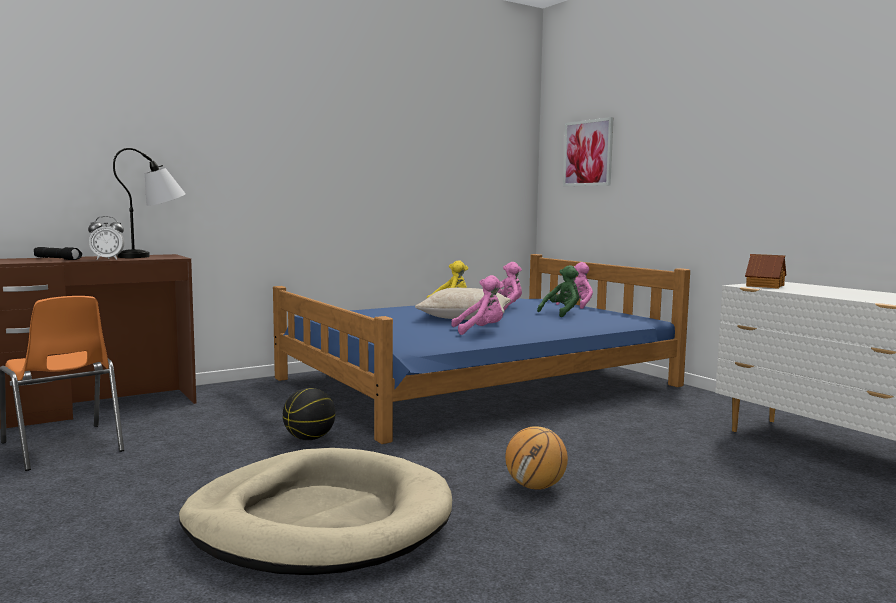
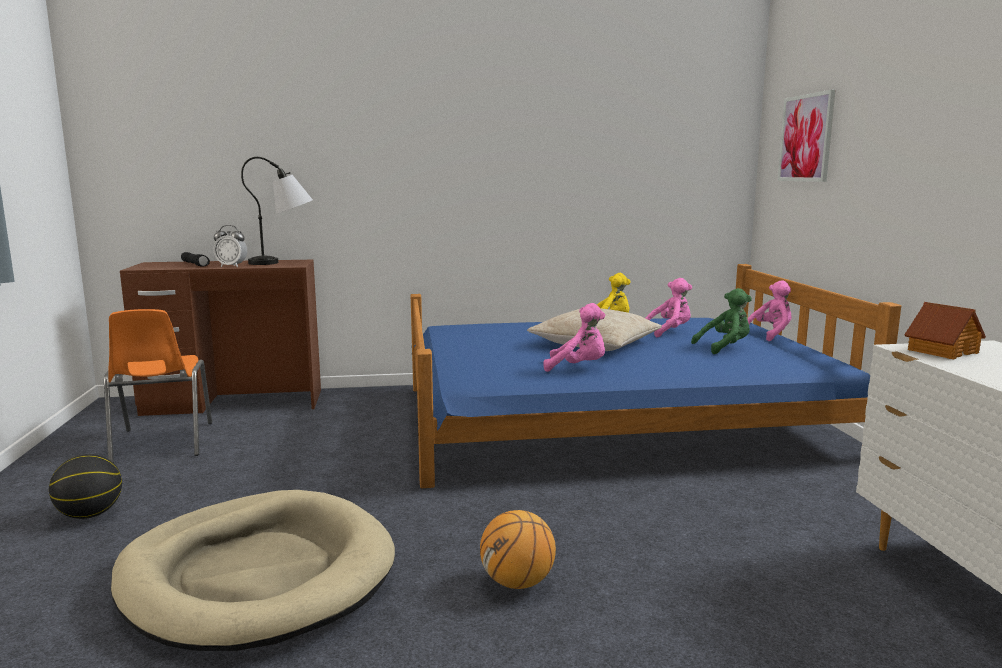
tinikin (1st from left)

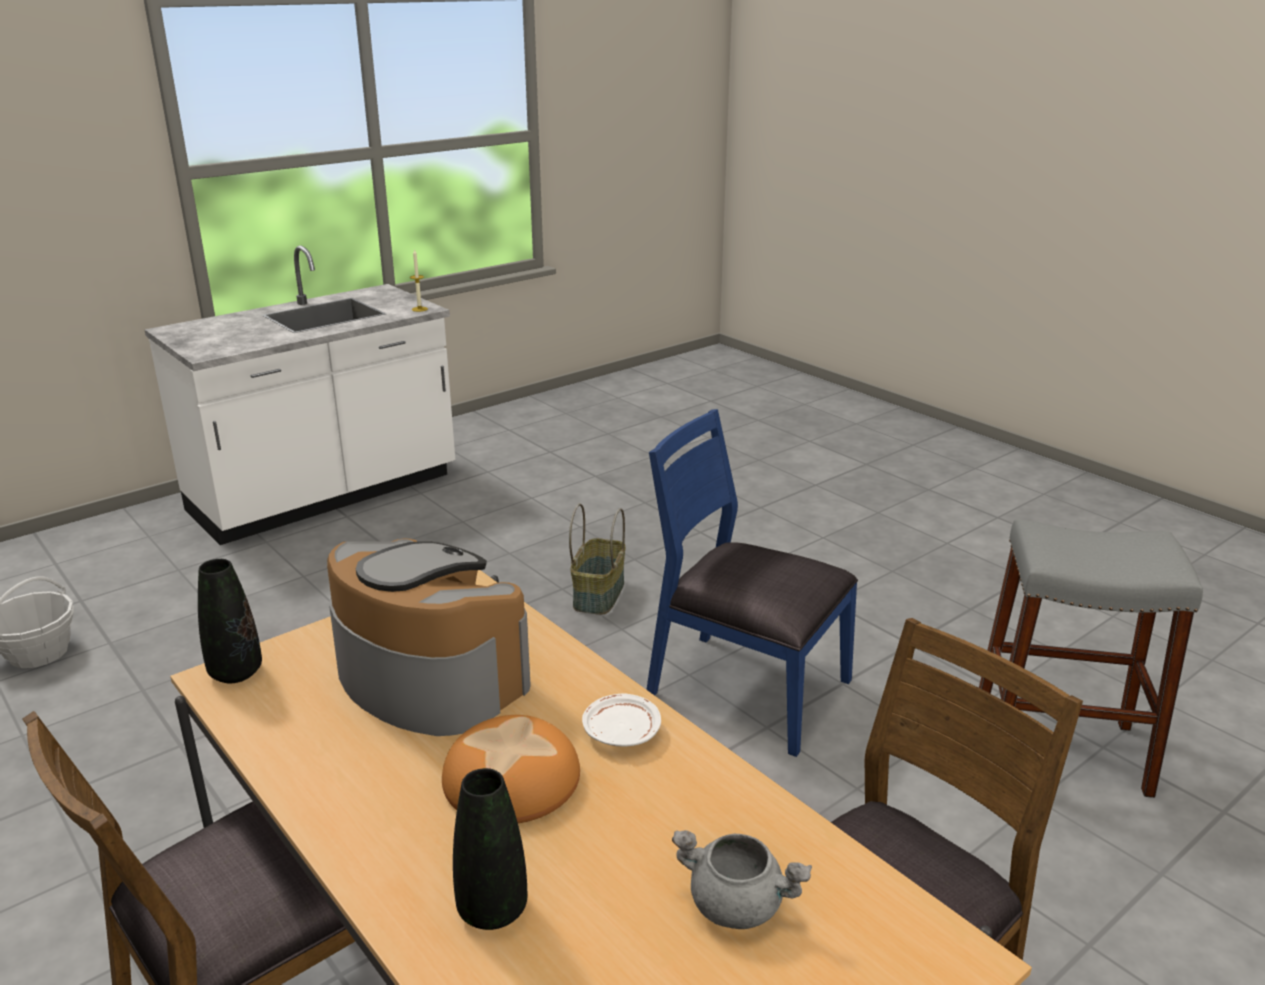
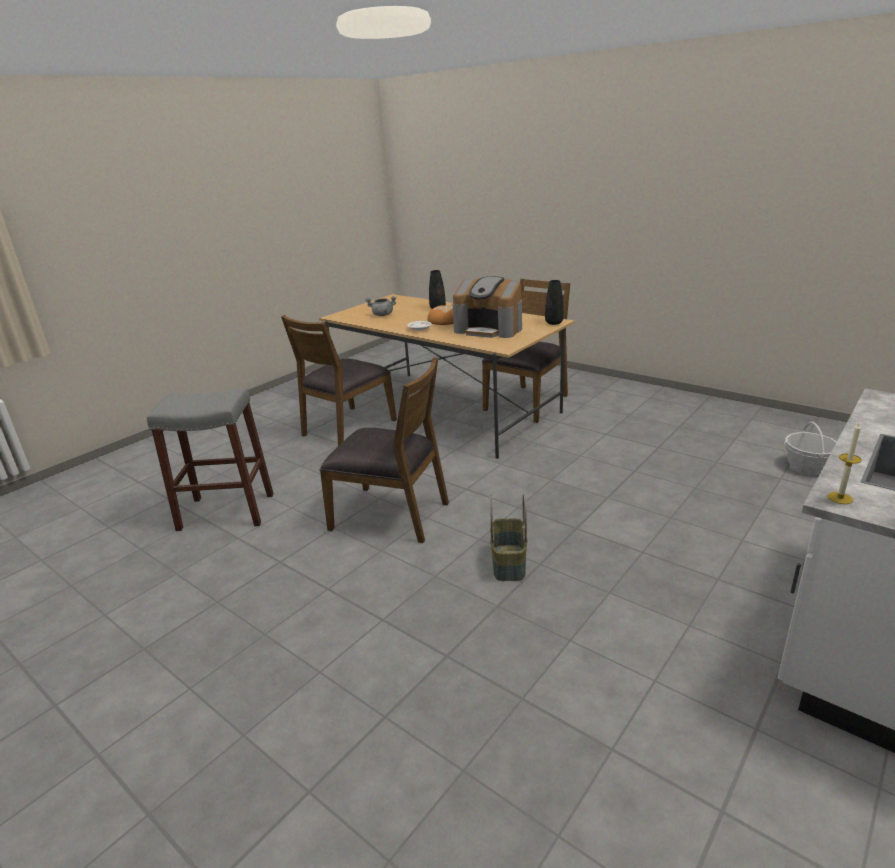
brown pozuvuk (2nd from left)

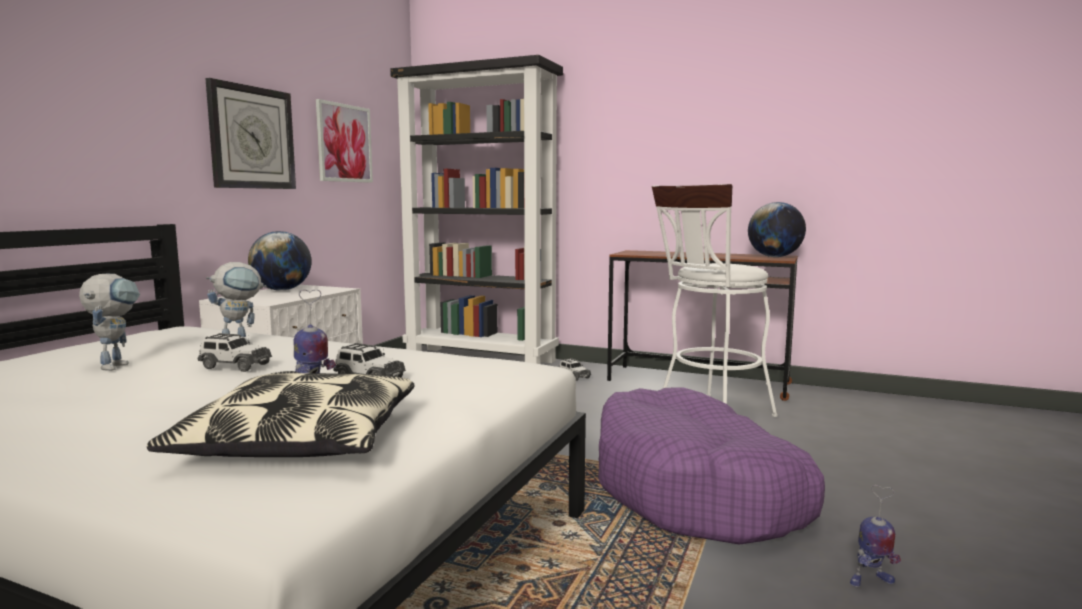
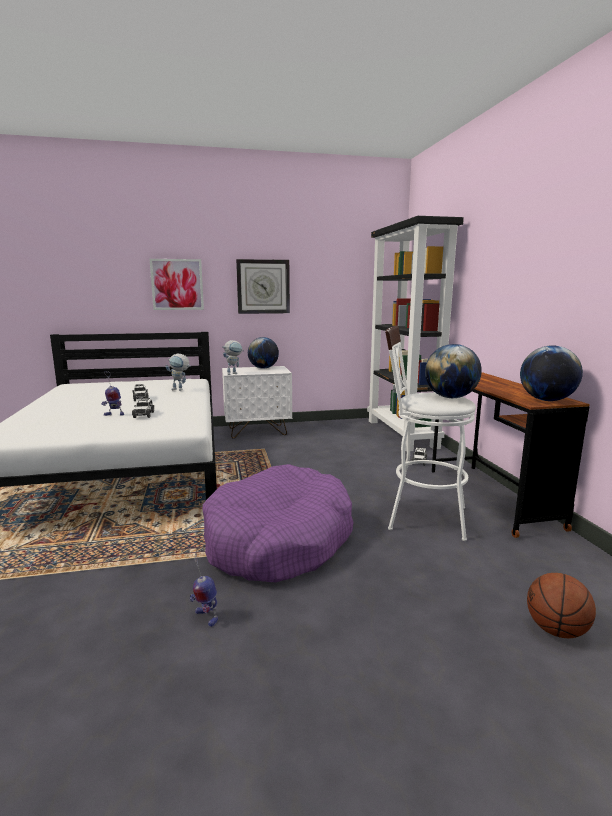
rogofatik
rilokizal (4th from left)
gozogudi
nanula (2nd from left)
tinikin

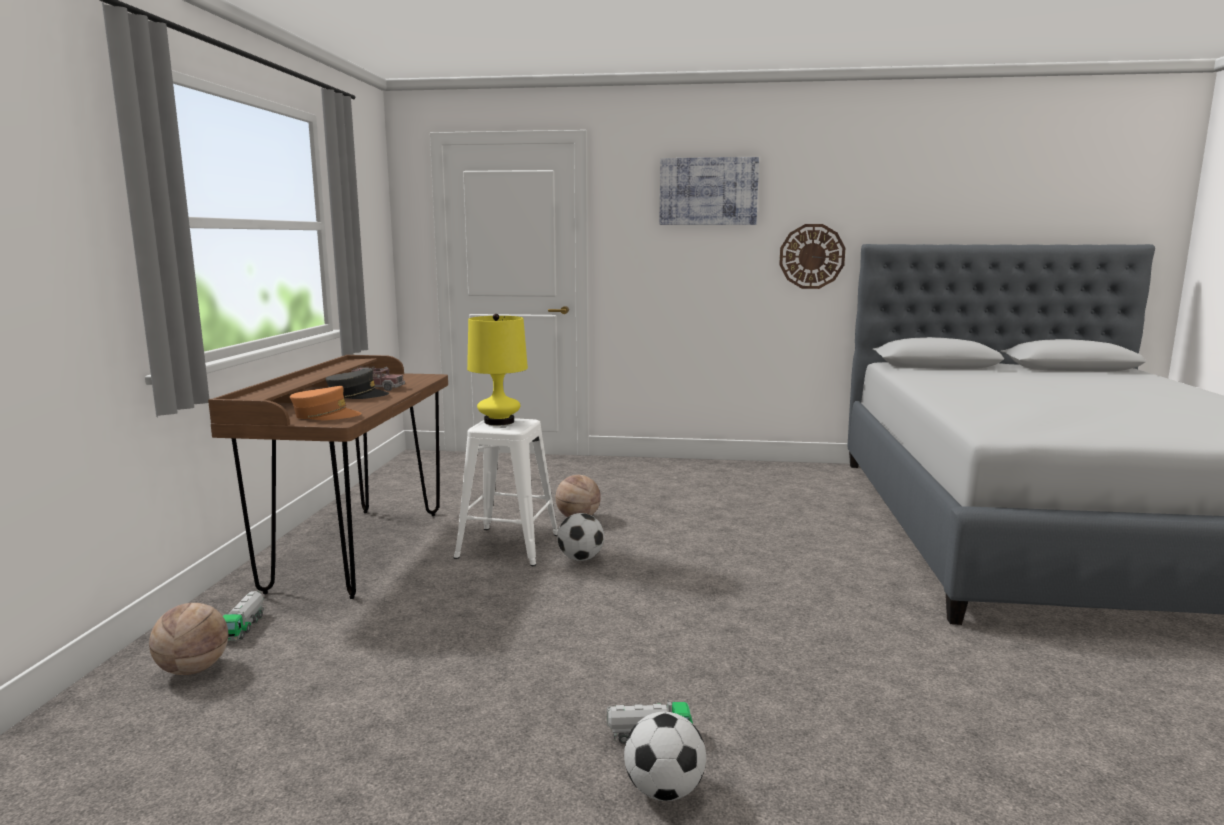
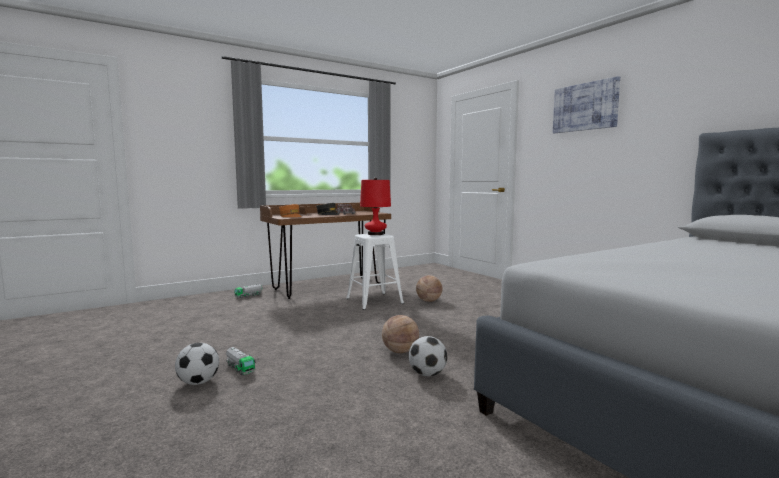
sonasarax
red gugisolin
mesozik (2nd from left)
tinikin (1st from left)

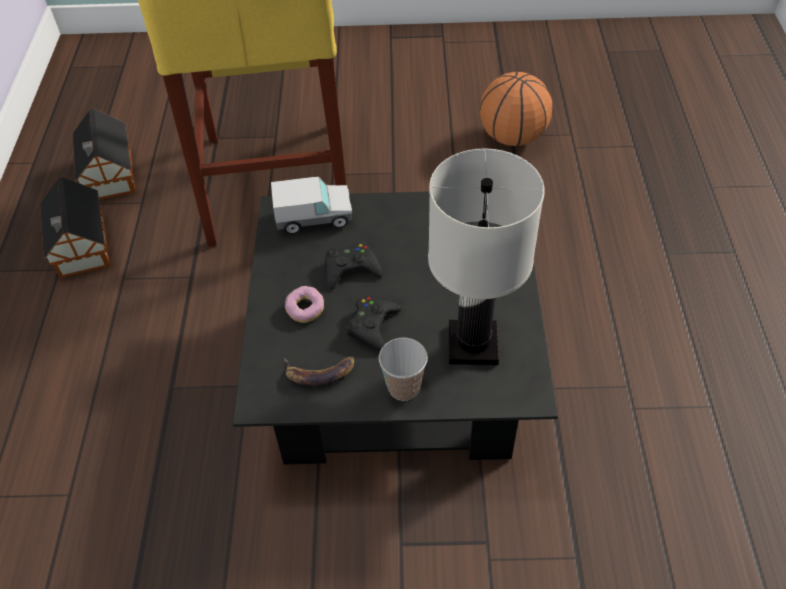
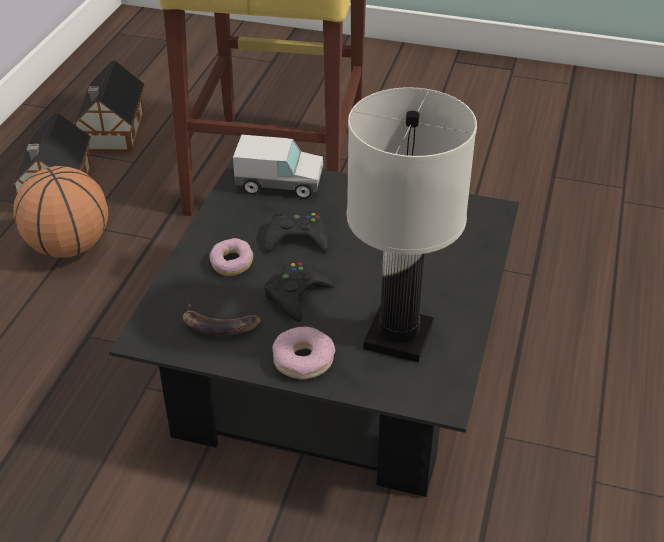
tinikin
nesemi (2nd from left)

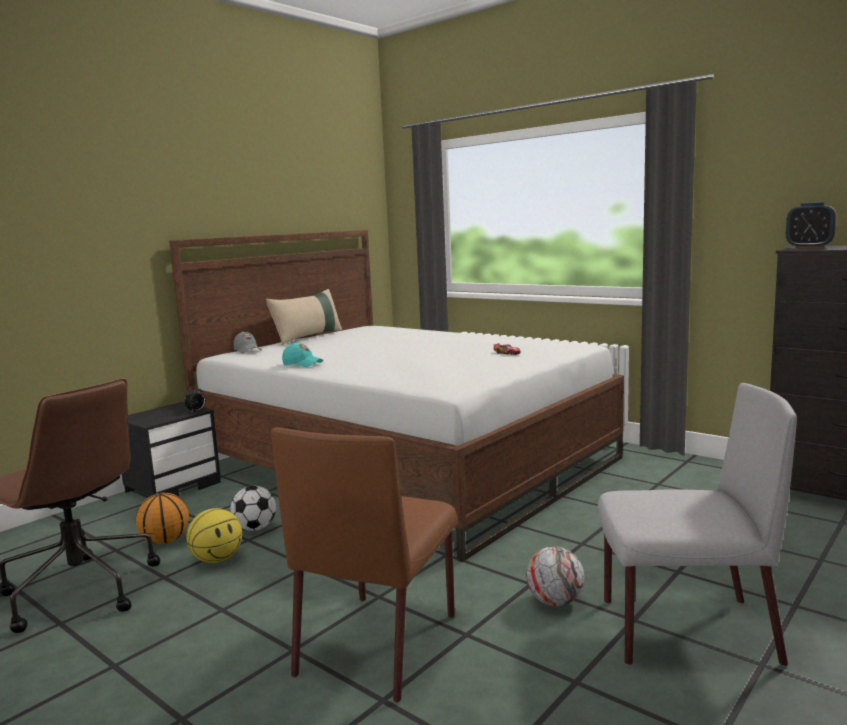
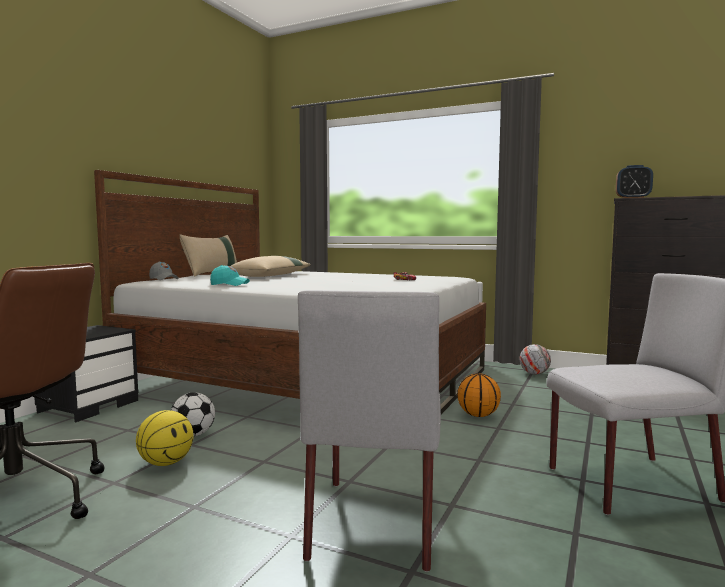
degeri (1st from left in the first image)
grey pozuvuk (1st from left)
tinikin (2nd from left)
mesozik (2nd from left)
beige gozogudi (2nd from left)

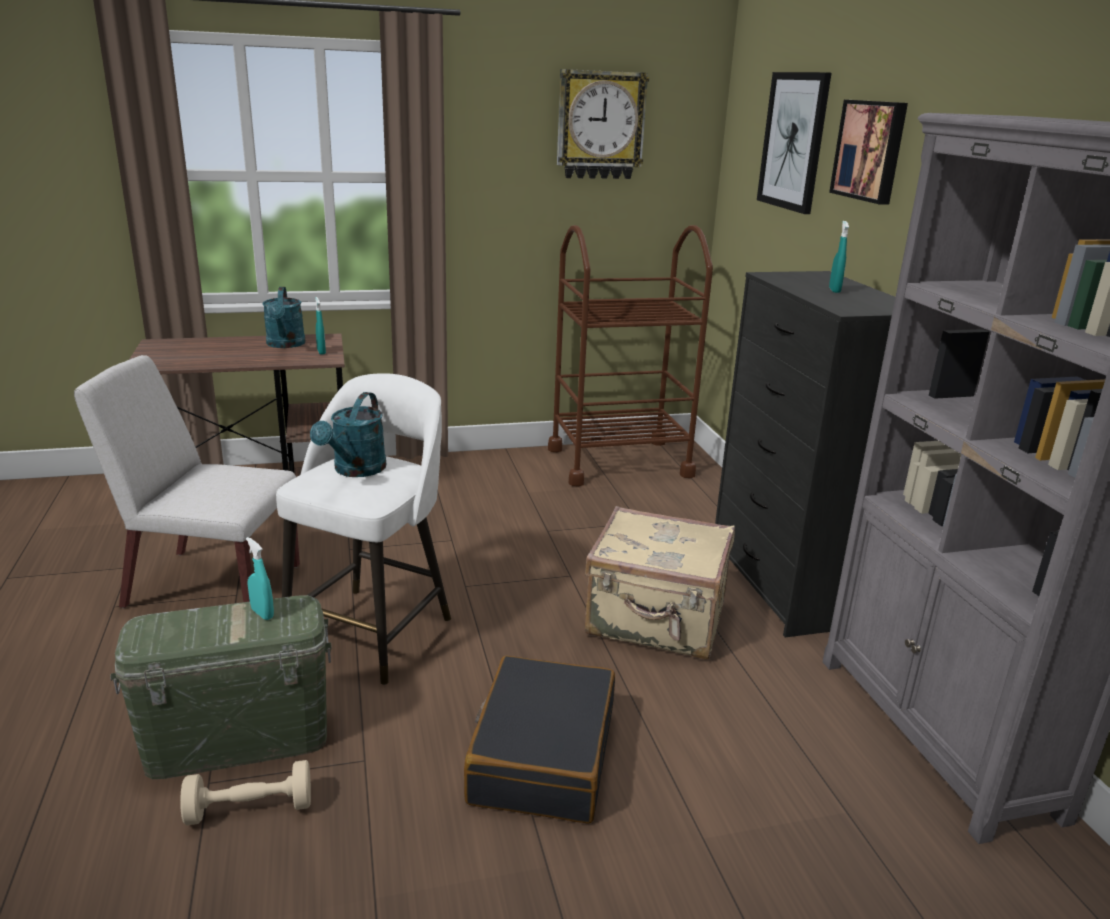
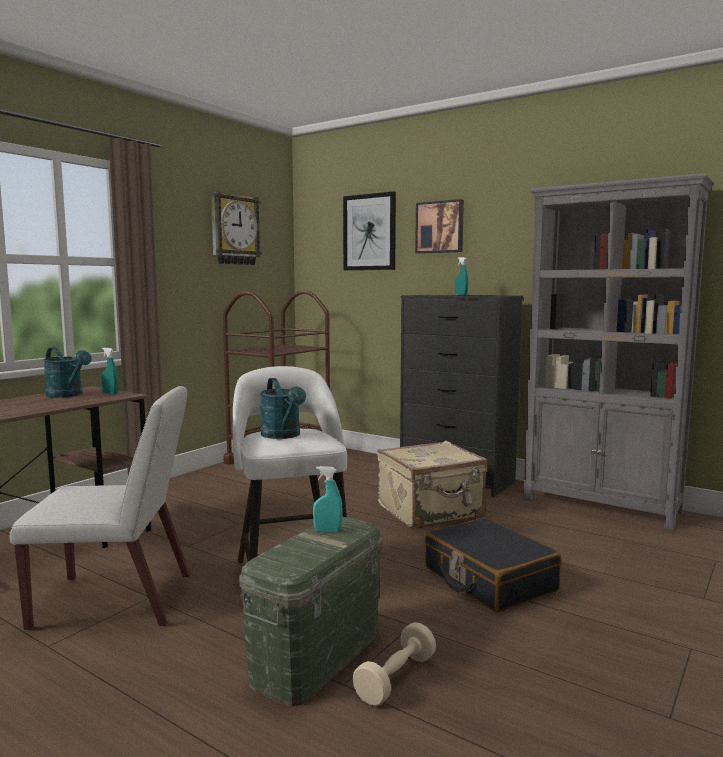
white pozuvuk

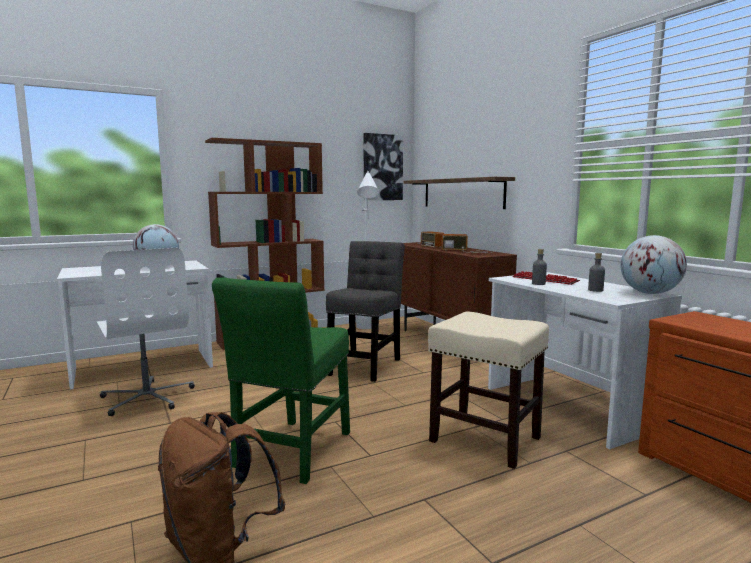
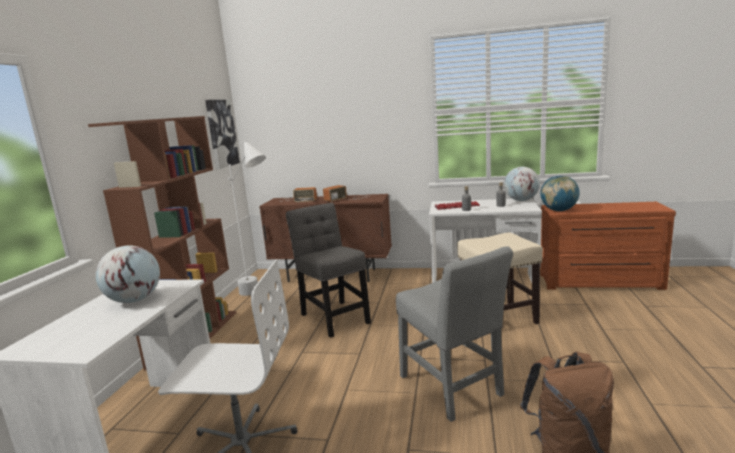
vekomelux
grey pozuvuk (2nd from left)
nanula (3rd from left)

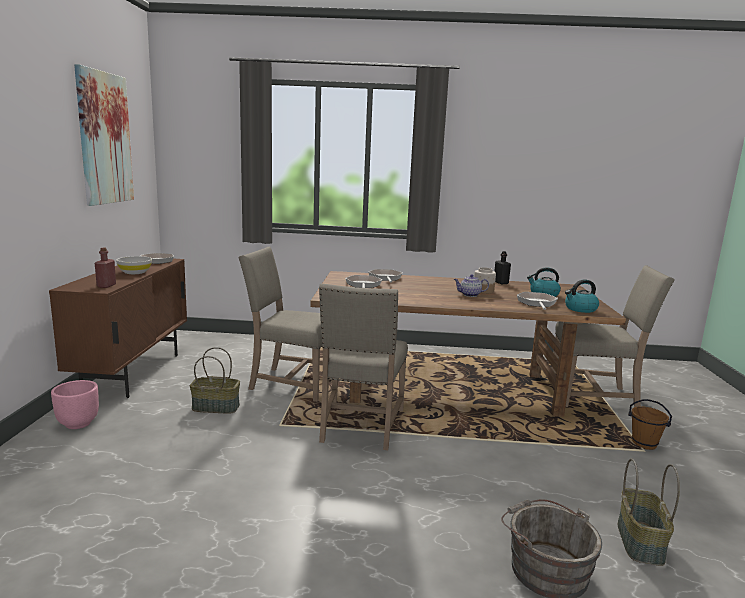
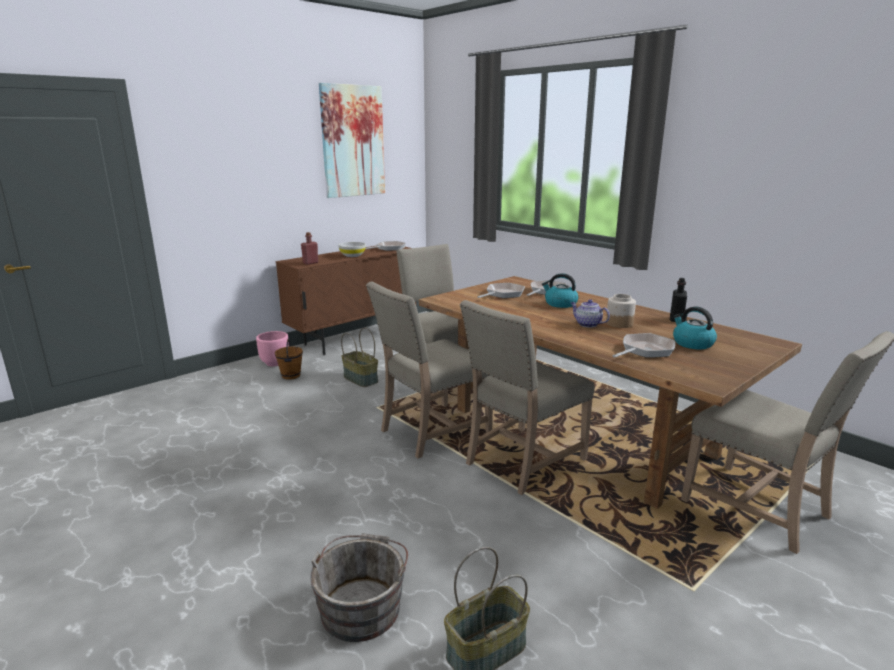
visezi (1st from left)
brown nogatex
beige pozuvuk (3rd from left)

